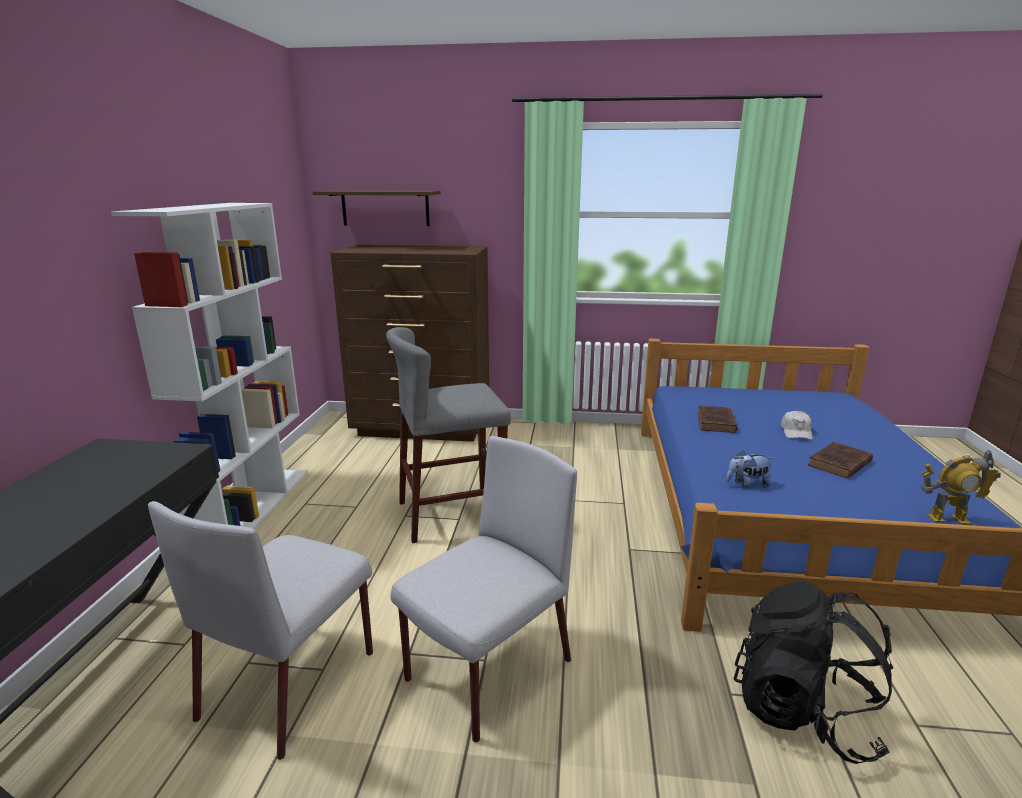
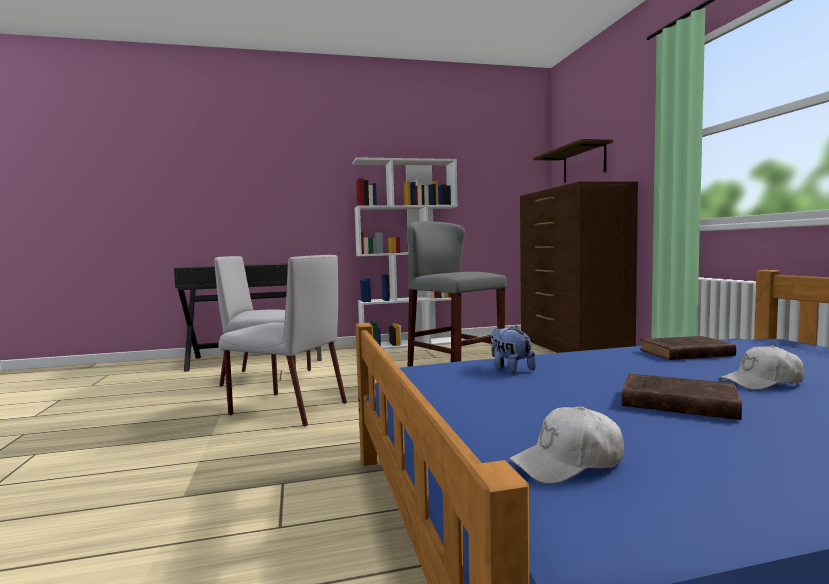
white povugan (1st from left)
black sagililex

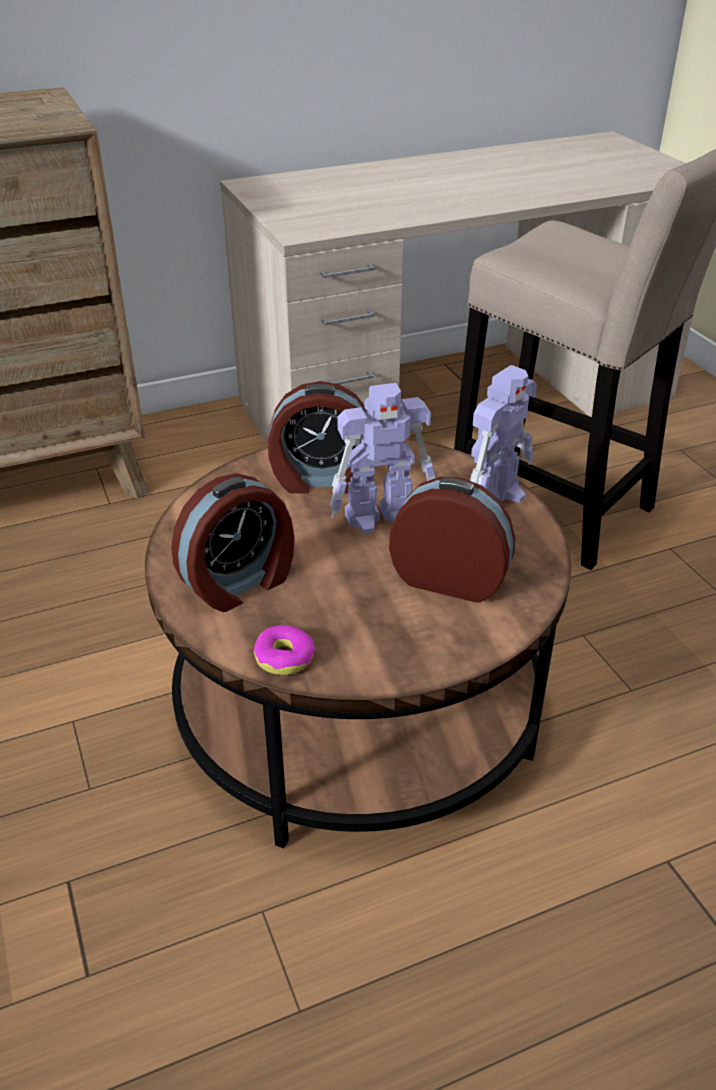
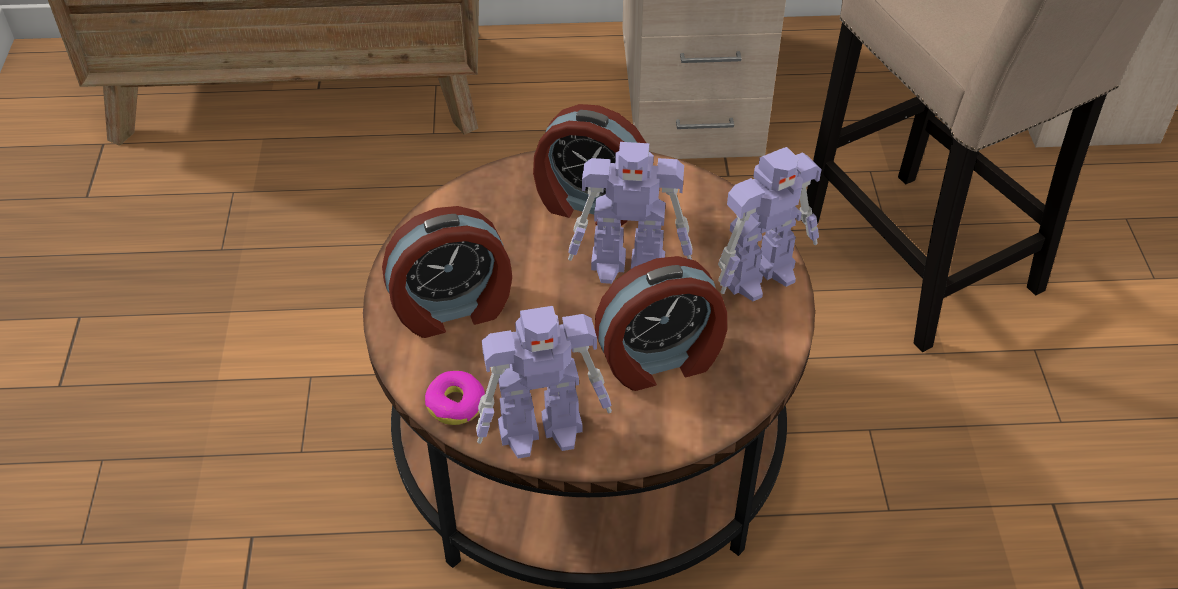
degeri (3rd from left)
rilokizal (1st from left)

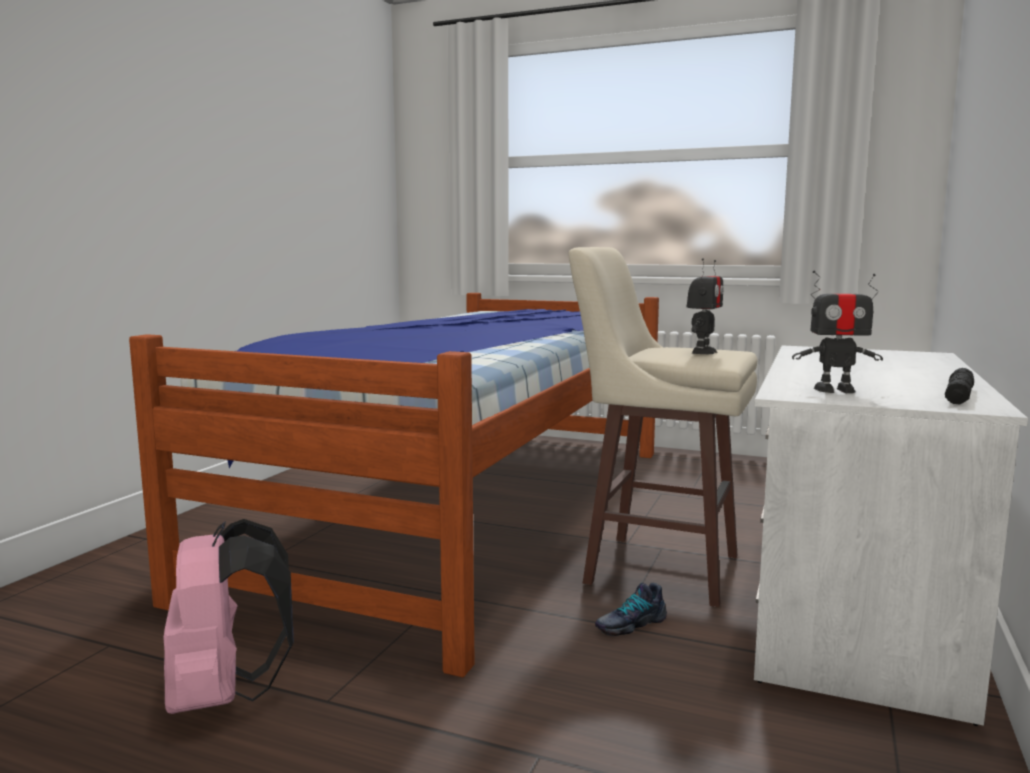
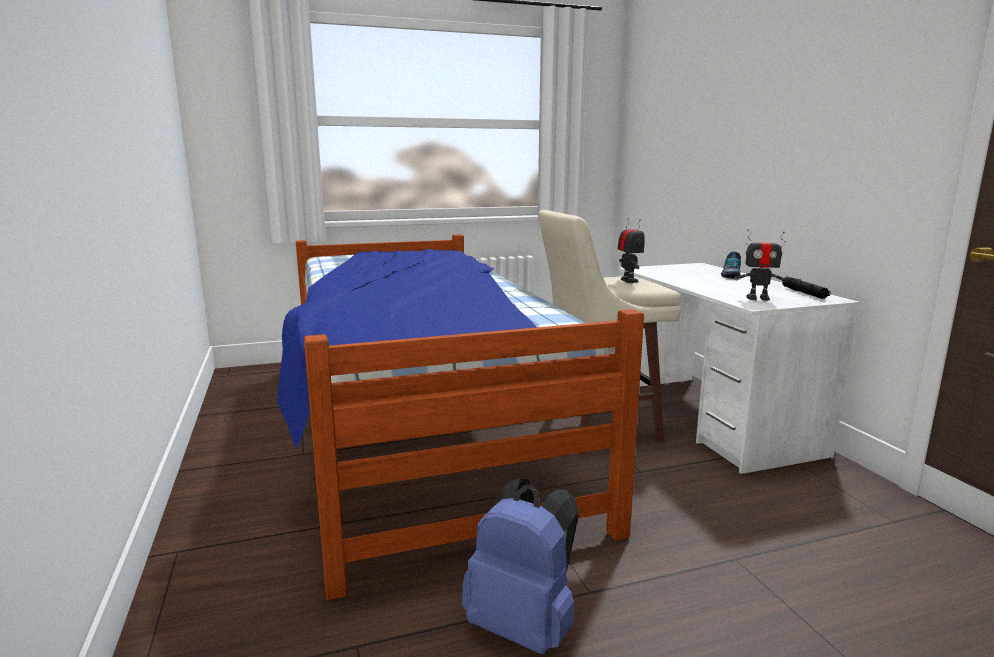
rilokizal (2nd from left)
blue sagililex
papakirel

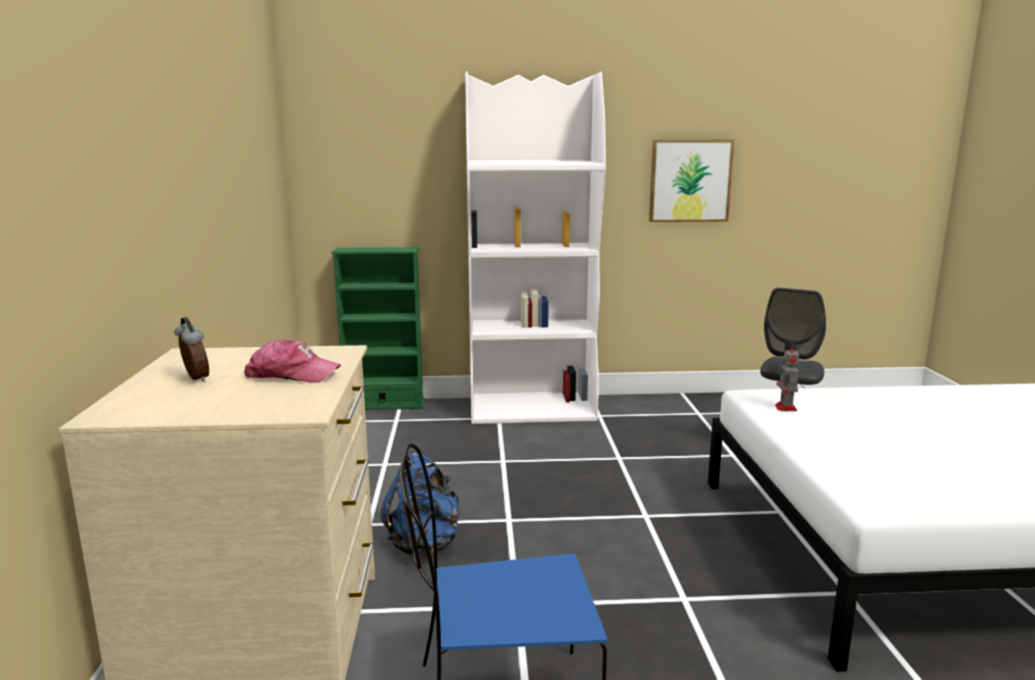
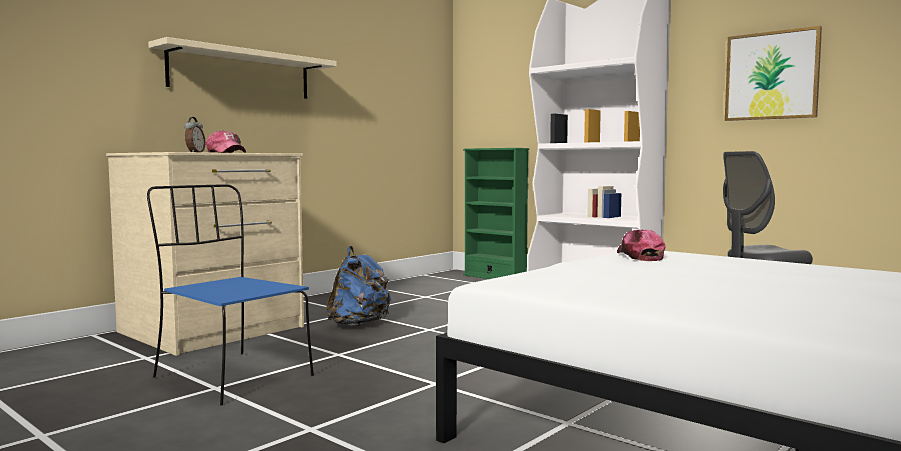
povugan (2nd from left)
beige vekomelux

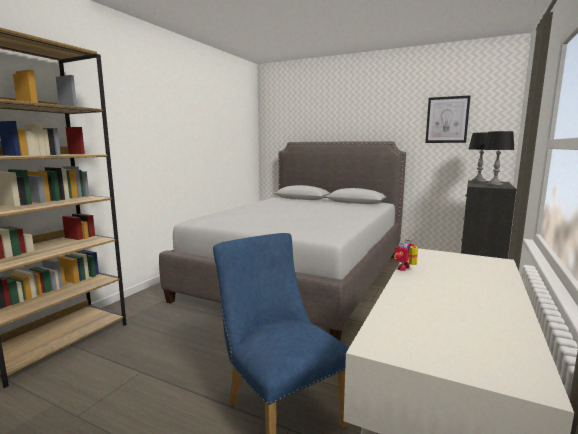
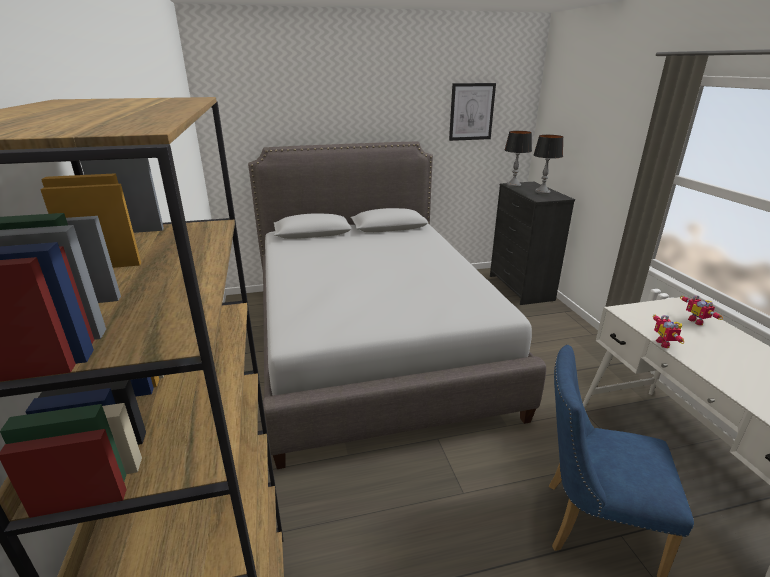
rilokizal (2nd from left)

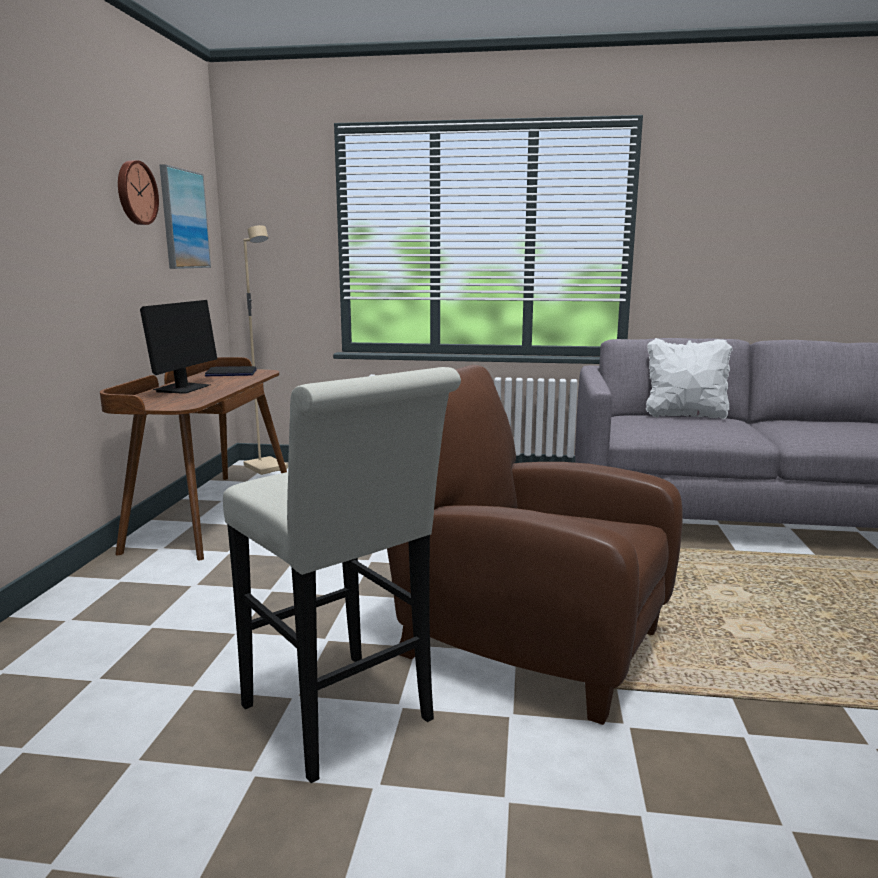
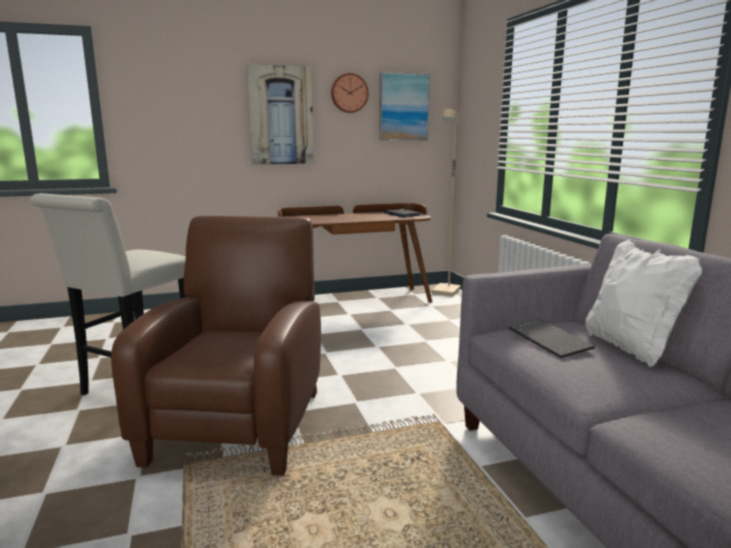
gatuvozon
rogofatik (1st from left)
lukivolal

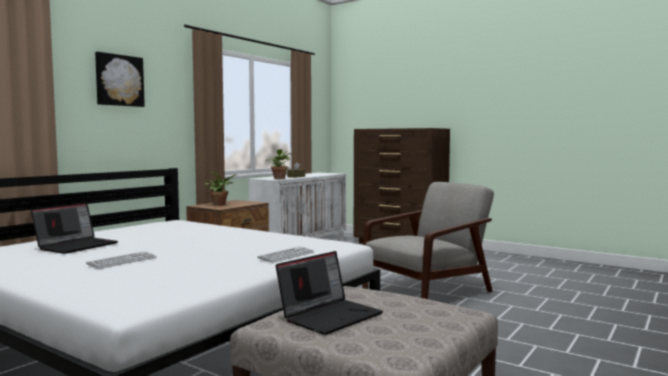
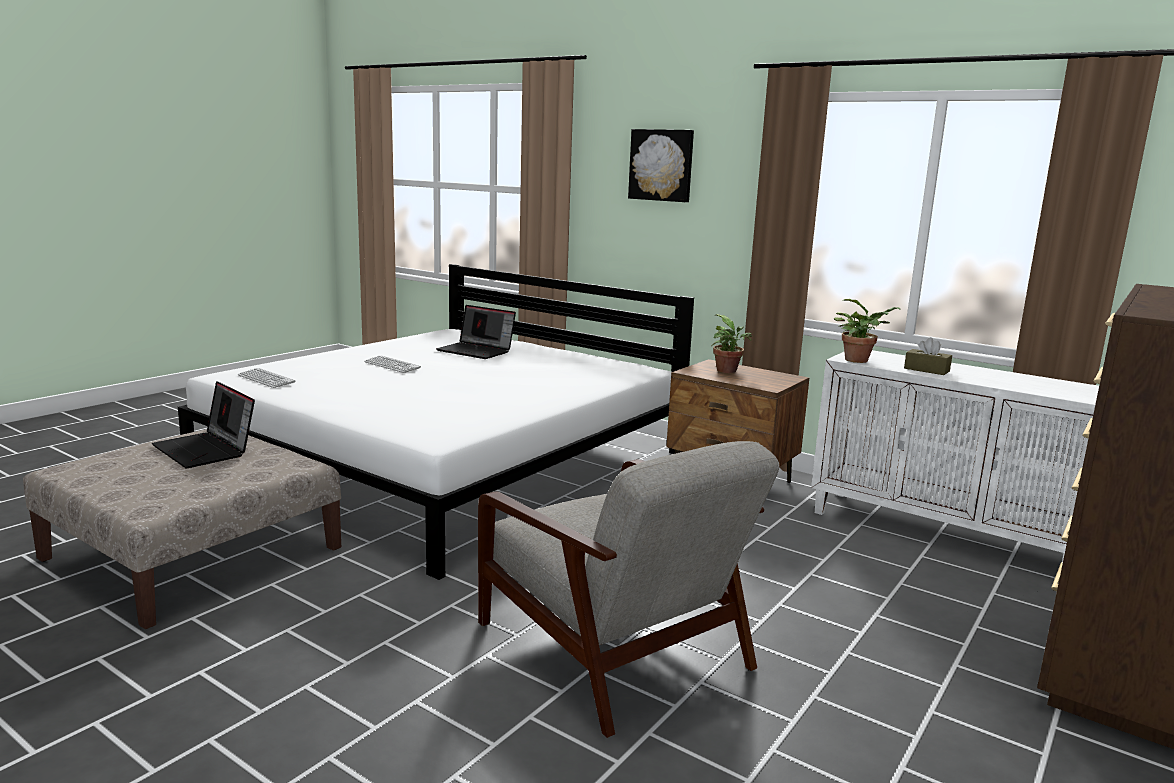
lukivolal (1st from left)

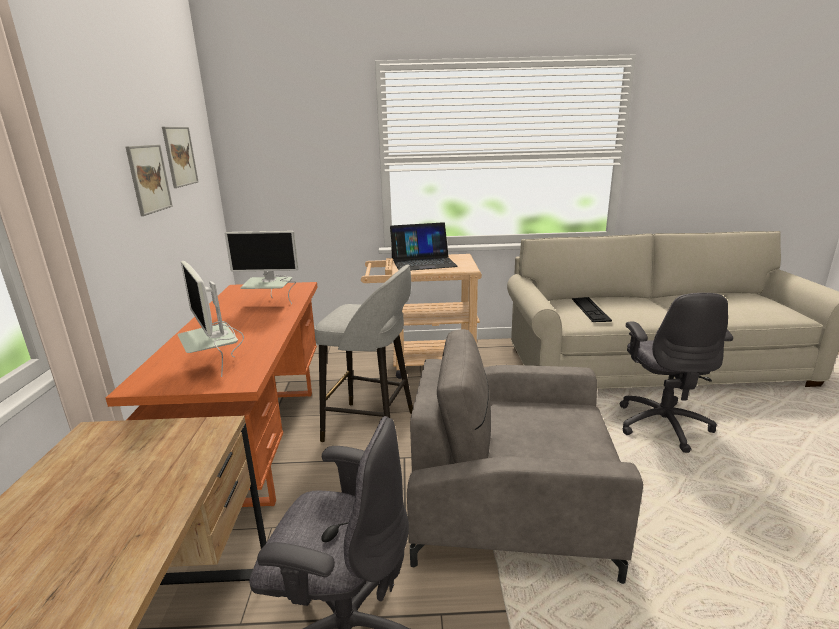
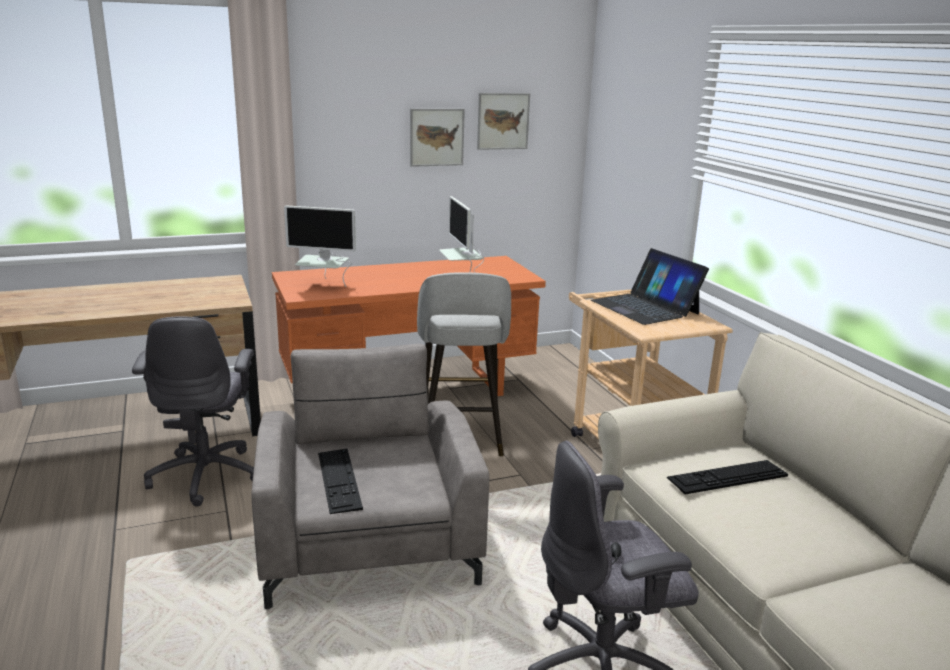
gatuvozon (1st from left)
lukivolal (1st from left)

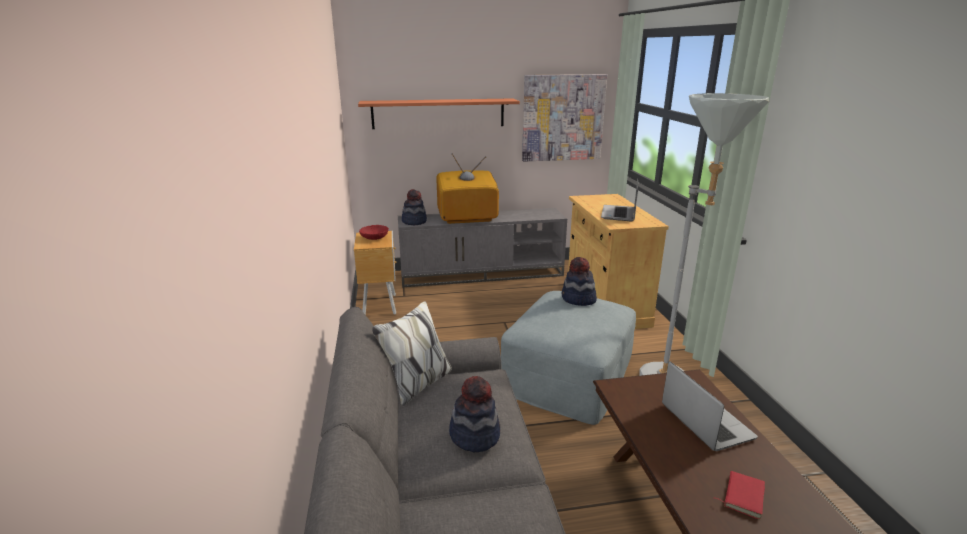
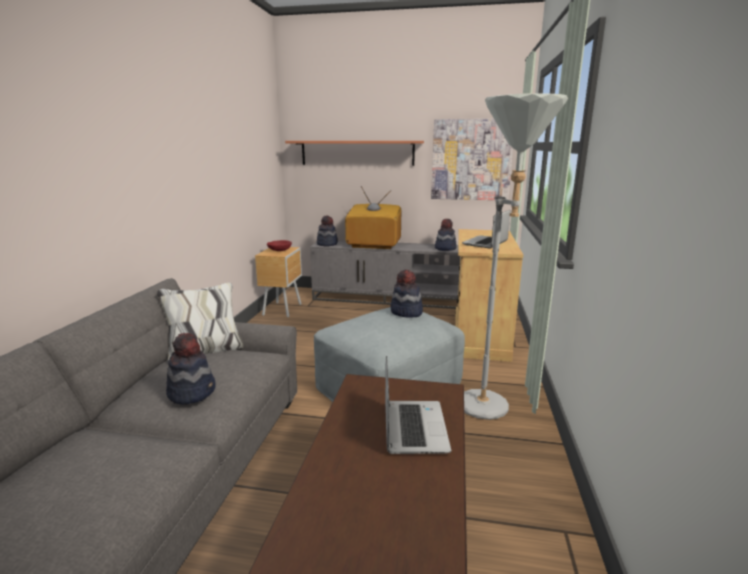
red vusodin
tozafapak (4th from left)

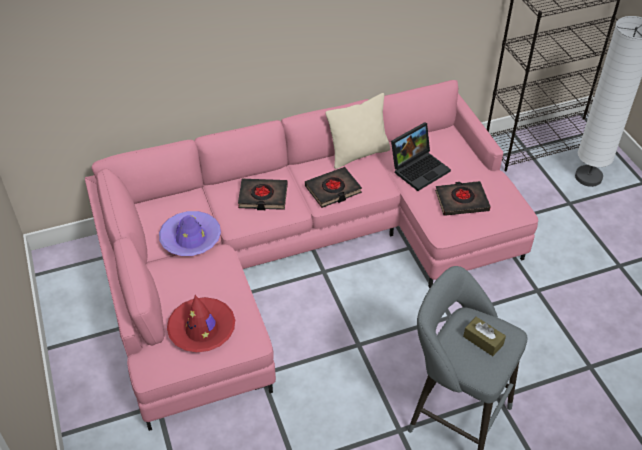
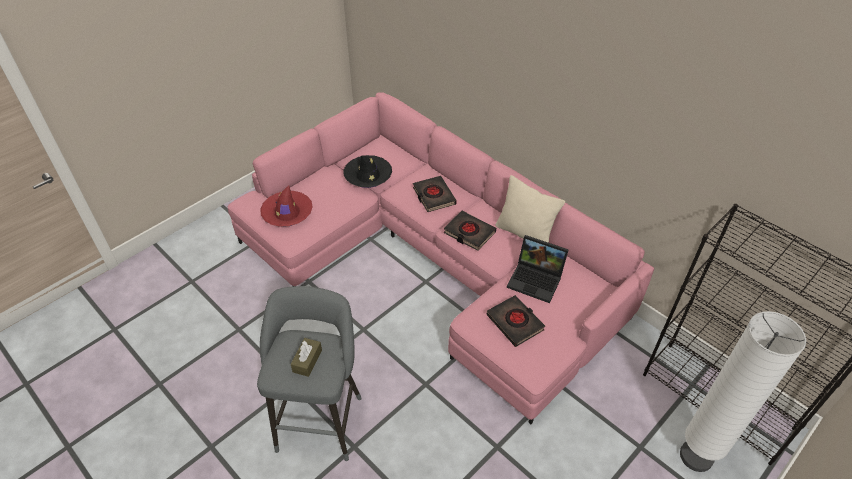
black tozafapak

